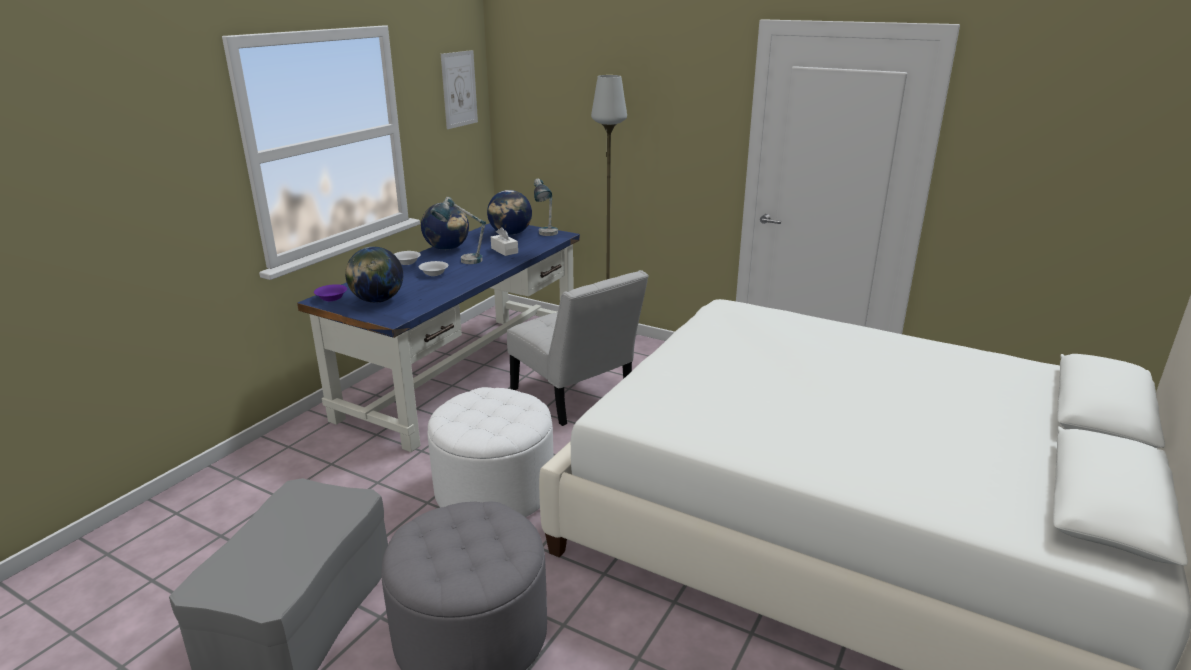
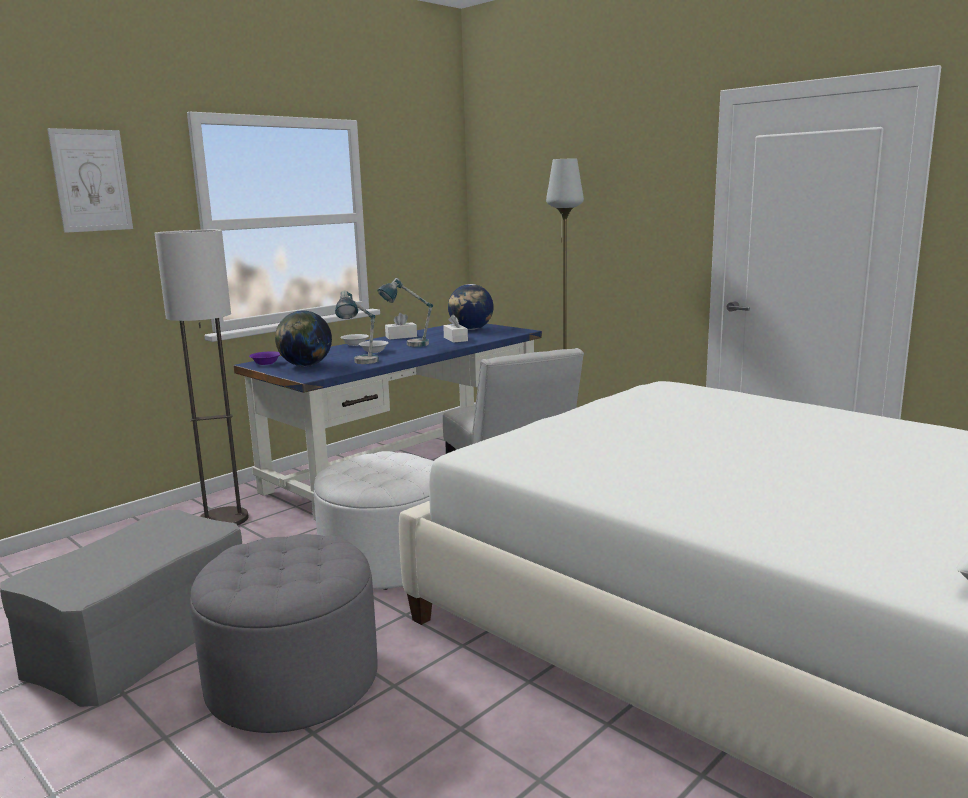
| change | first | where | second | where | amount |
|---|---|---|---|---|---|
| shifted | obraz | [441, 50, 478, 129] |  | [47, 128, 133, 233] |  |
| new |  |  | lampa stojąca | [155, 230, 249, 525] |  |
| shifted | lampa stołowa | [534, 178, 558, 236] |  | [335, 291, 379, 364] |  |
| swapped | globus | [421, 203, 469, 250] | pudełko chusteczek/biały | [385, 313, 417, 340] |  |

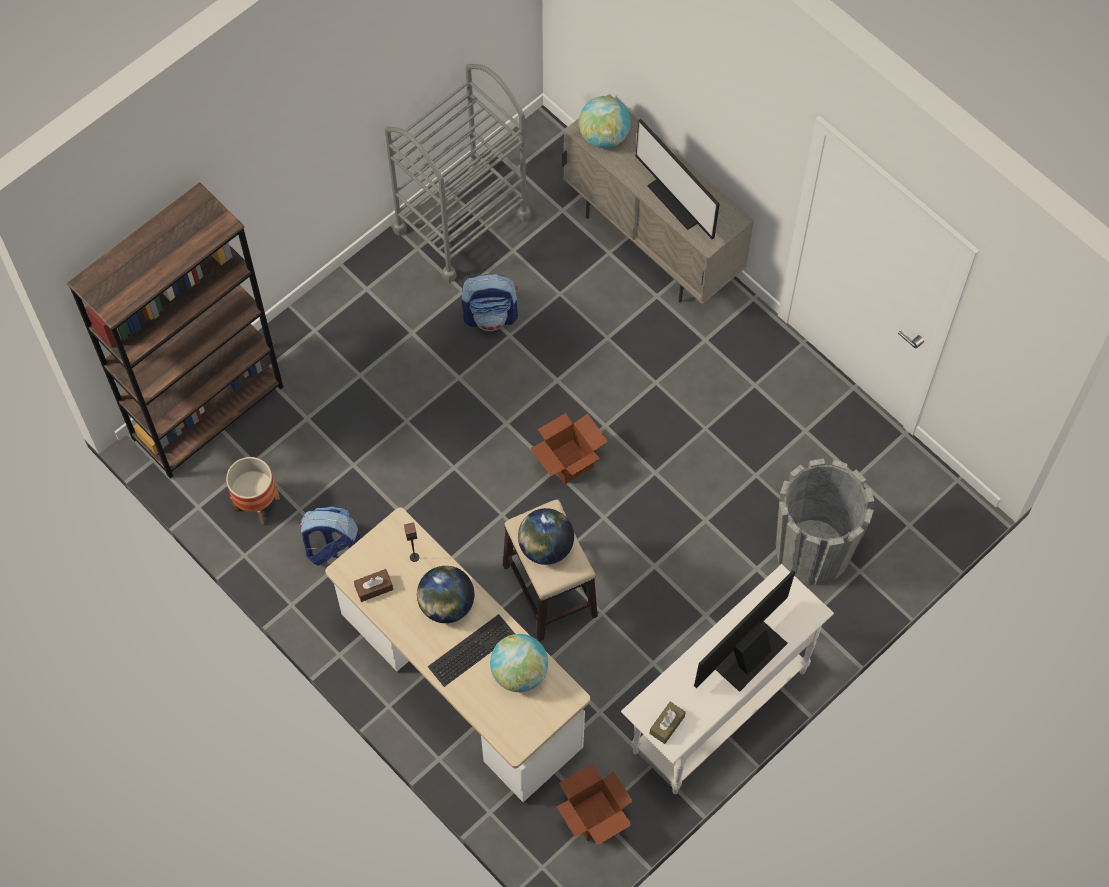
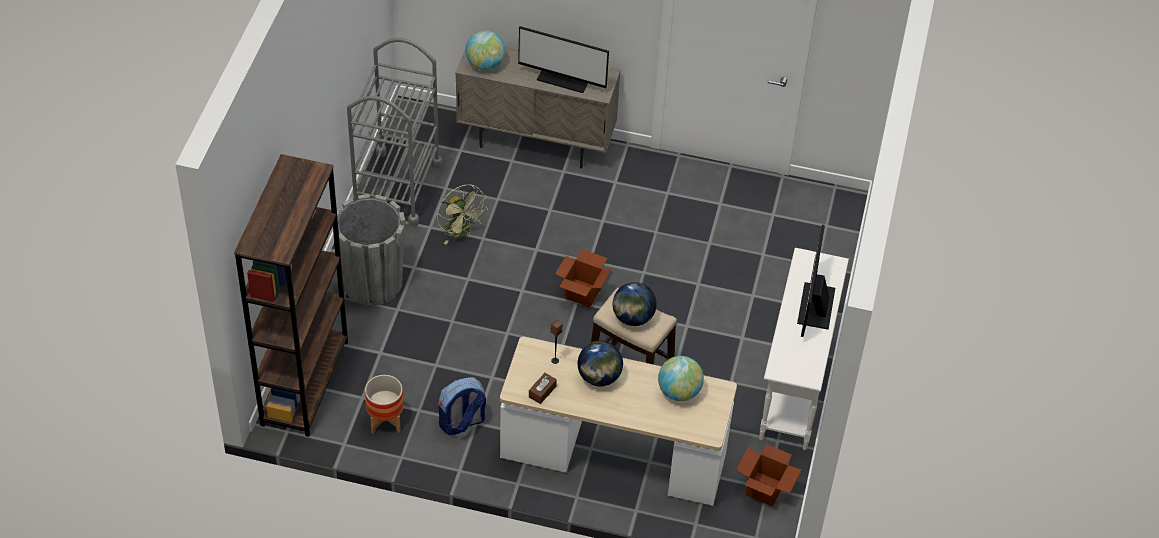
| change | first | where | second | where | amount |
|---|---|---|---|---|---|
| shifted | donica/szary | [776, 458, 874, 585] |  | [337, 194, 405, 306] |  |
| swapped | plecak | [462, 274, 518, 331] | wentylator/zielony | [437, 184, 488, 245] |  |
| gone | klawiatura | [428, 614, 515, 687] |  |  |  |
| gone | pudełko chusteczek/brązowy | [650, 702, 686, 744] |  |  |  |

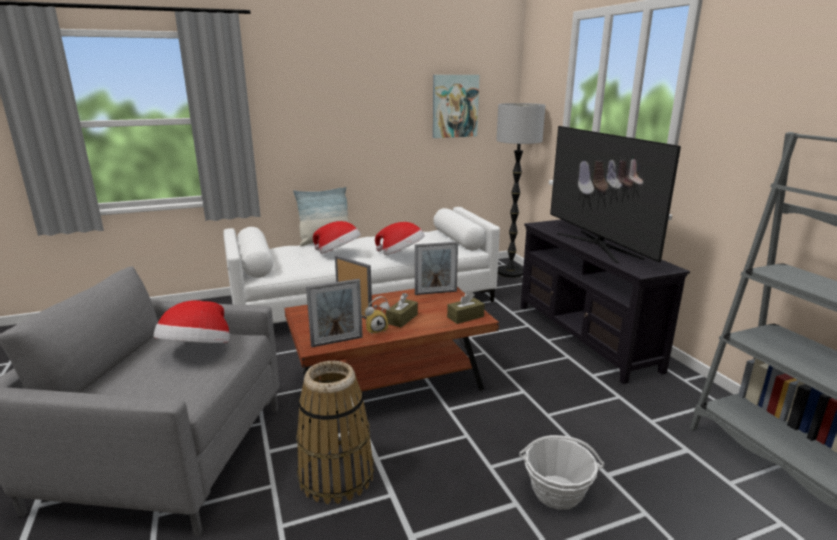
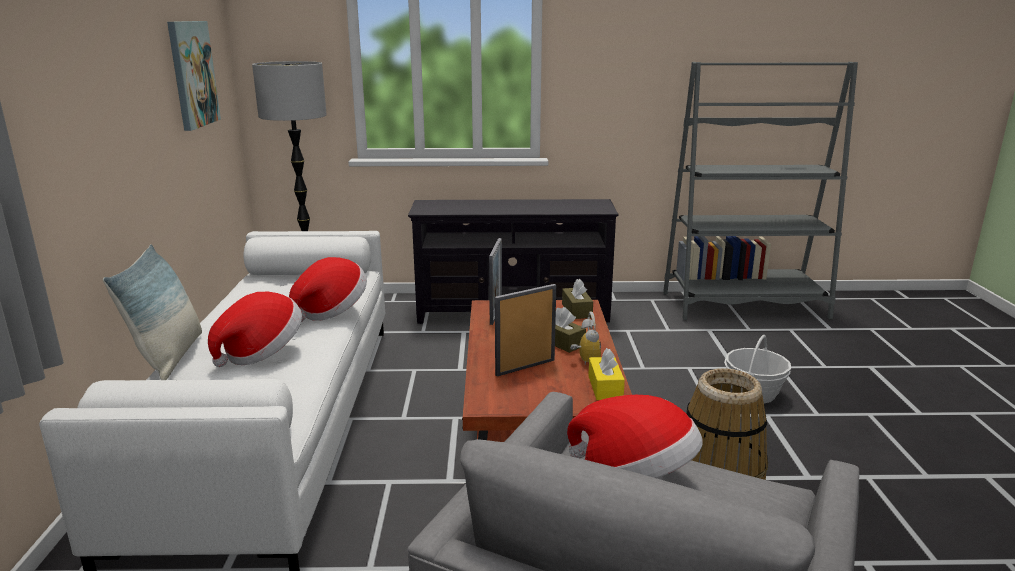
| change | first | where | second | where | amount |
|---|---|---|---|---|---|
| swapped | ramka na zdjęcie | [306, 279, 363, 347] | pudełko chusteczek/żółty | [588, 348, 625, 400] |  |
| gone | telewizor | [550, 126, 681, 263] |  |  |  |

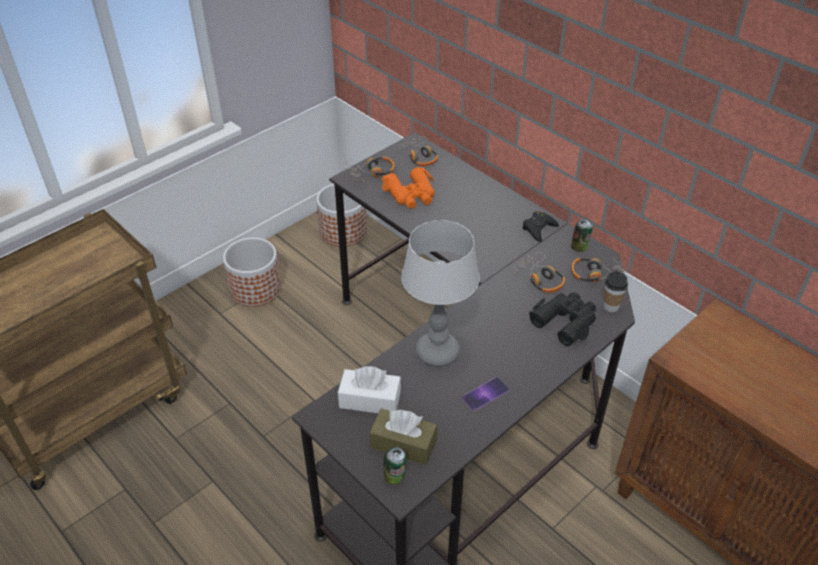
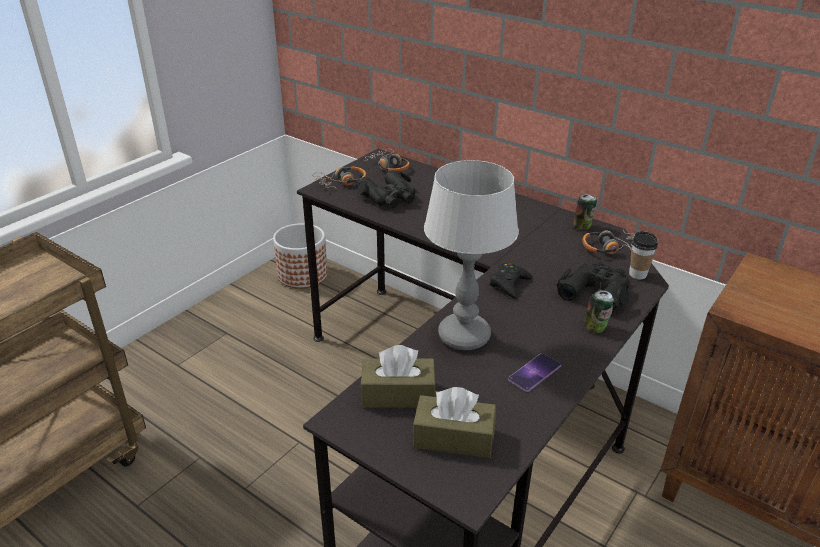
| change | first | where | second | where | amount |
|---|---|---|---|---|---|
| repainted | lornetka/pomarańczowy | [382, 167, 435, 209] | lornetka/czarny | [356, 170, 415, 208] |  |
| repainted | pudełko chusteczek/biały | [338, 366, 401, 413] | pudełko chusteczek/brązowy | [360, 345, 436, 408] |  |
| shifted | pad do gier/czarny | [522, 211, 559, 242] |  | [490, 263, 533, 299] |  |
| shifted | puszka | [383, 447, 406, 485] |  | [584, 290, 614, 333] |  |
| gone | donica | [223, 237, 281, 307] |  |  |  |
| gone | słuchawki | [513, 252, 565, 293] |  |  |  |

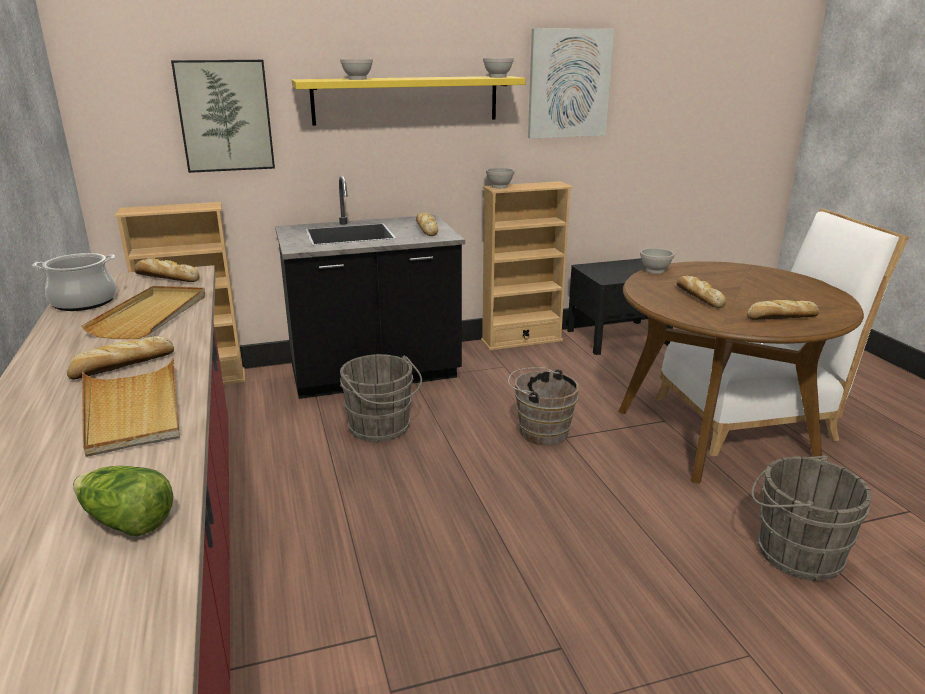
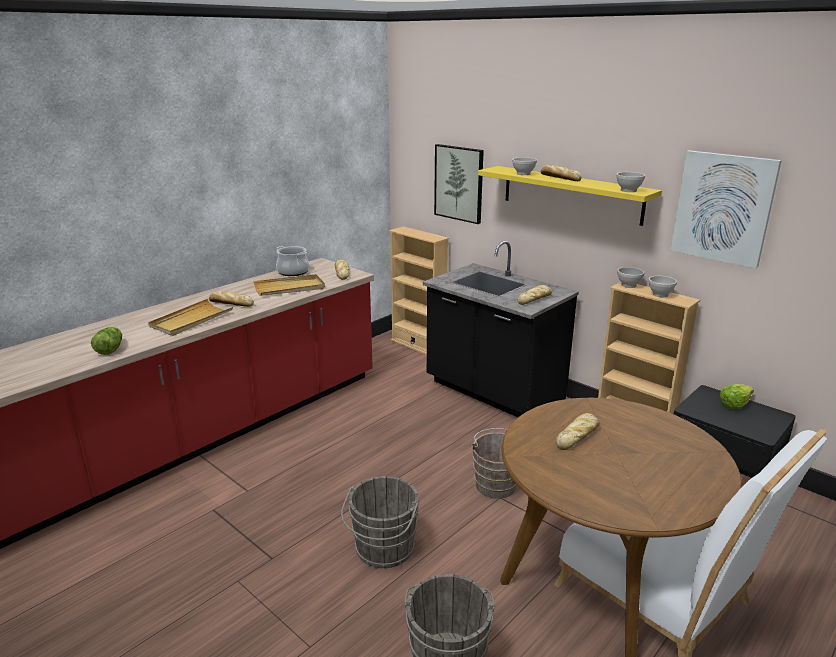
| change | first | where | second | where | amount |
|---|---|---|---|---|---|
| shifted | wiadro/szary | [340, 354, 422, 442] |  | [341, 476, 419, 568] |  |
| shifted | chleb | [747, 300, 819, 320] |  | [541, 165, 582, 181] |  |
| shifted | miska/biały | [640, 248, 674, 274] |  | [648, 276, 677, 297] |  |
| new |  |  | sałata | [720, 384, 754, 409] |  |

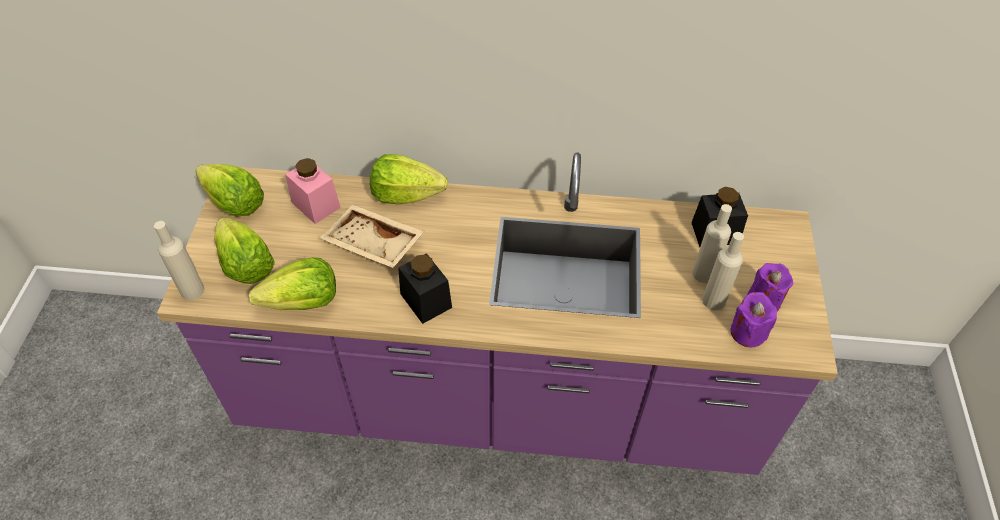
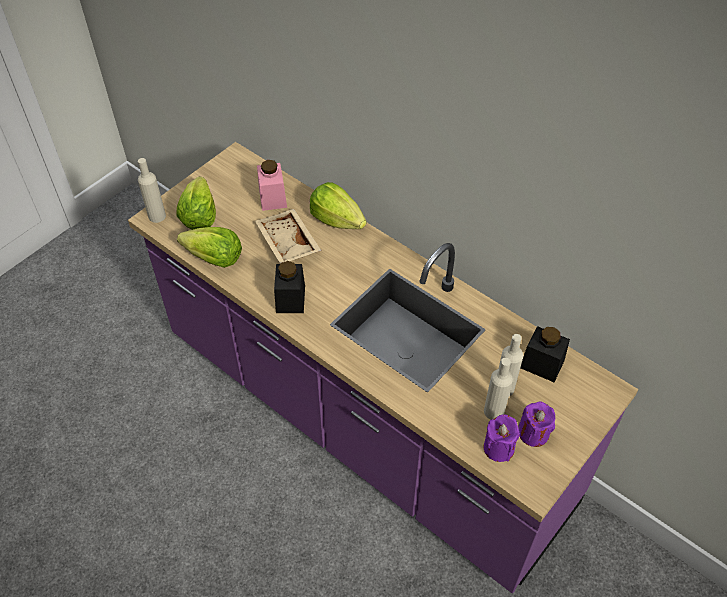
| change | first | where | second | where | amount |
|---|---|---|---|---|---|
| gone | sałata | [195, 164, 264, 217] |  |  |  |

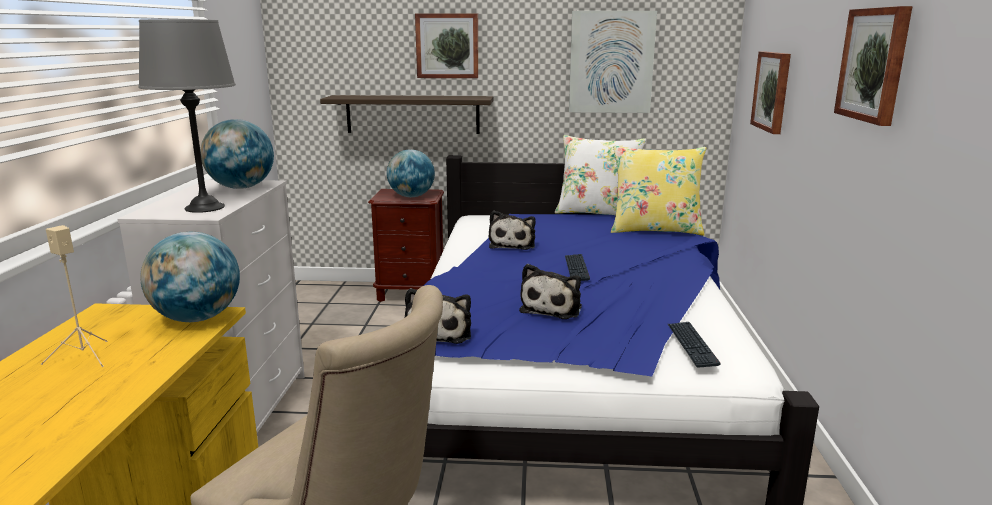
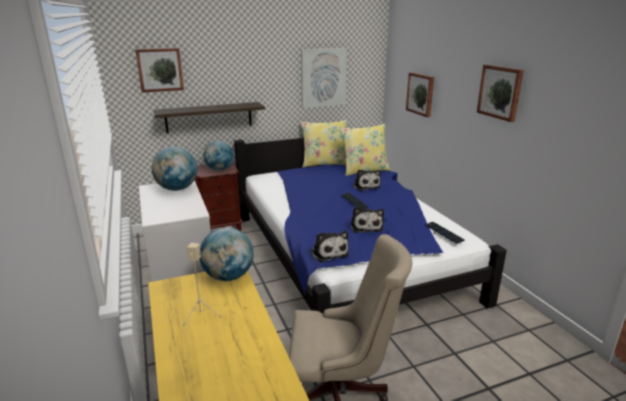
| change | first | where | second | where | amount |
|---|---|---|---|---|---|
| shifted | obraz | [415, 13, 478, 78] |  | [135, 48, 184, 93] |  |
| repainted | poduszka/biały | [555, 135, 646, 215] | poduszka/żółty | [300, 120, 347, 167] |  |
| shifted | pluszak | [489, 211, 536, 250] |  | [353, 170, 381, 191] |  |
| gone | lampa stołowa/szary | [138, 19, 236, 213] |  |  |  |

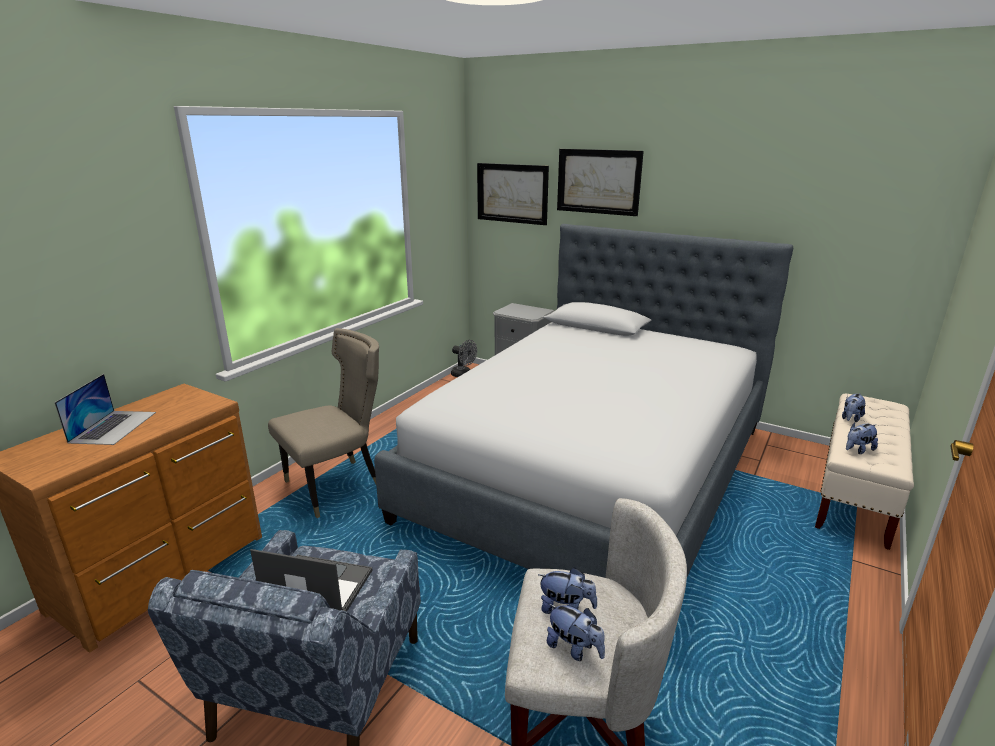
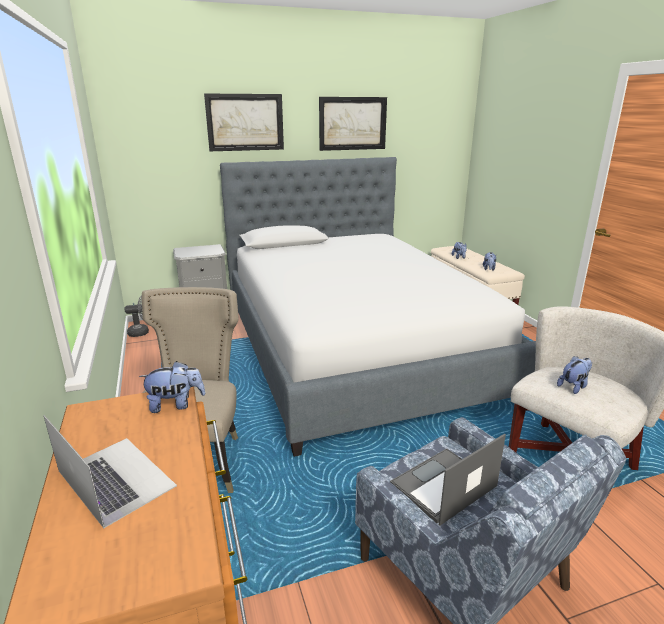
| change | first | where | second | where | amount |
|---|---|---|---|---|---|
| shifted | pluszak | [547, 604, 605, 661] |  | [139, 361, 206, 413] |  |
| shifted | obraz | [477, 163, 549, 225] |  | [319, 97, 387, 151] |  |

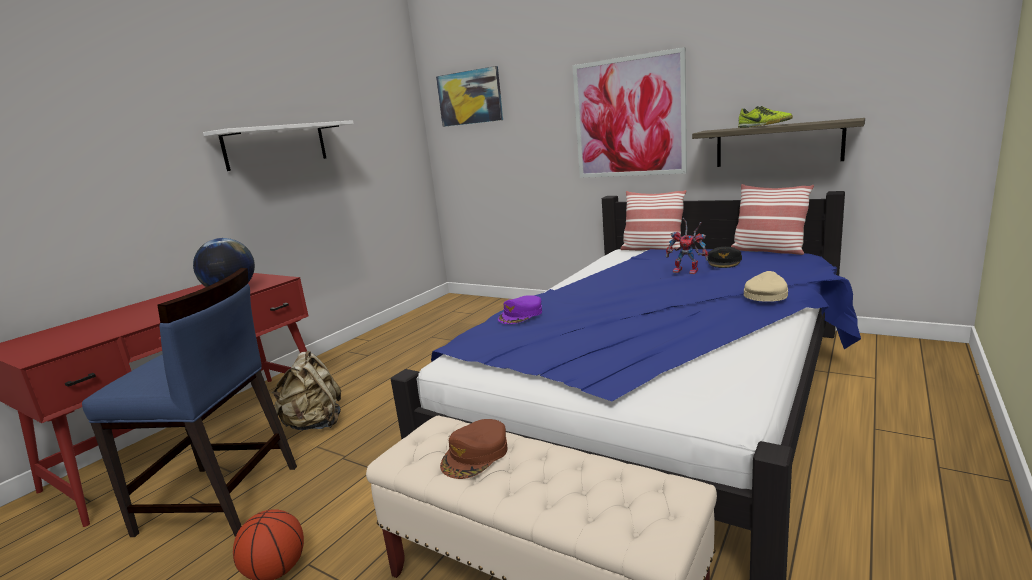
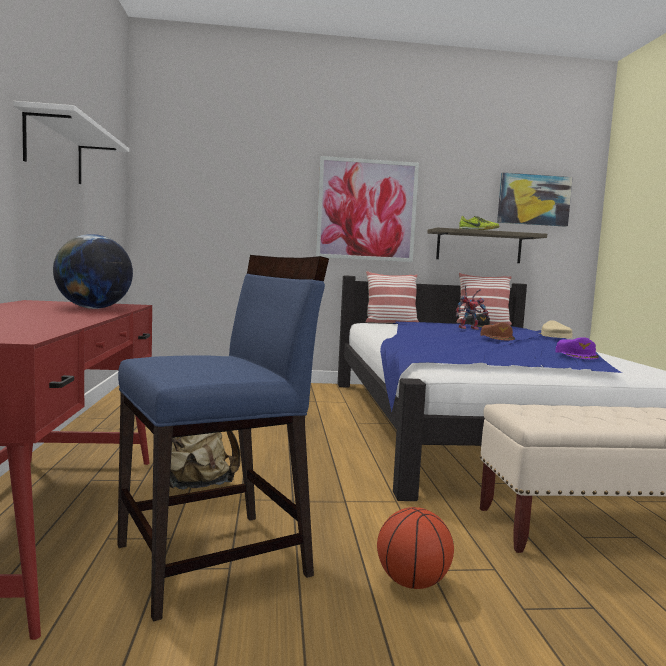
| change | first | where | second | where | amount |
|---|---|---|---|---|---|
| shifted | czapka z daszkiem/brązowy | [440, 419, 508, 479] |  | [480, 323, 515, 340] |  |
| shifted | obraz | [436, 66, 503, 127] |  | [497, 173, 573, 227] |  |
| shifted | czapka z daszkiem/fioletowy | [498, 295, 542, 324] |  | [555, 337, 599, 359] |  |

